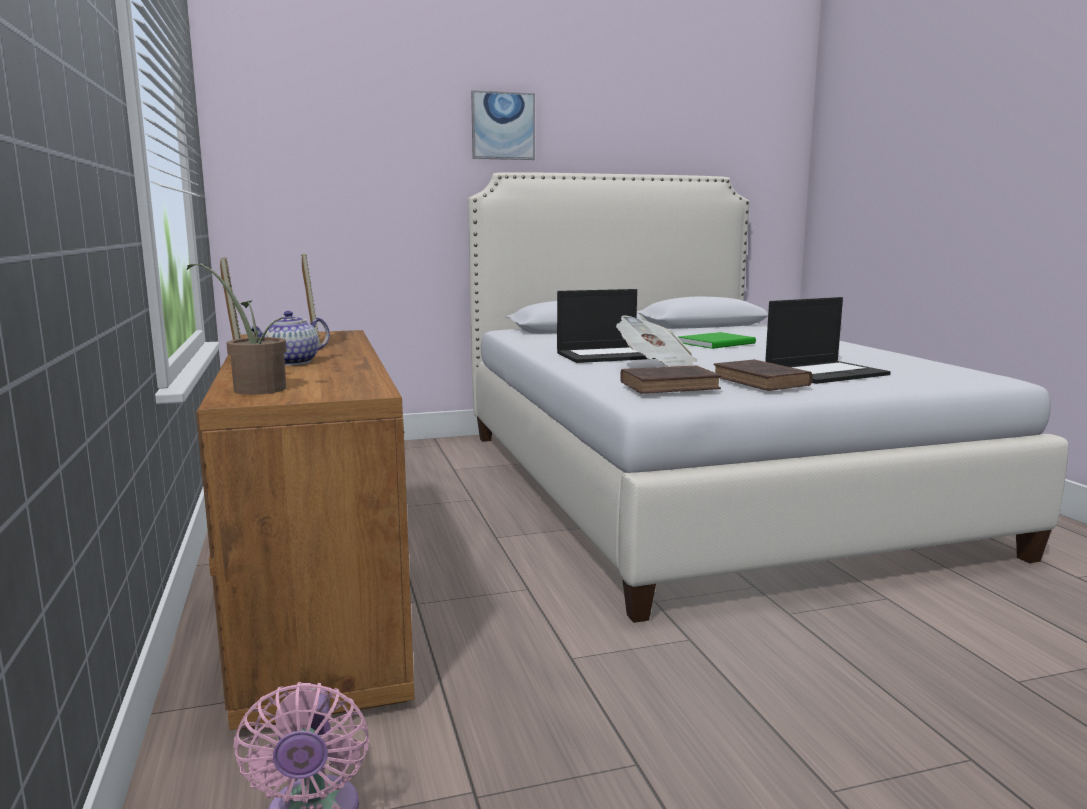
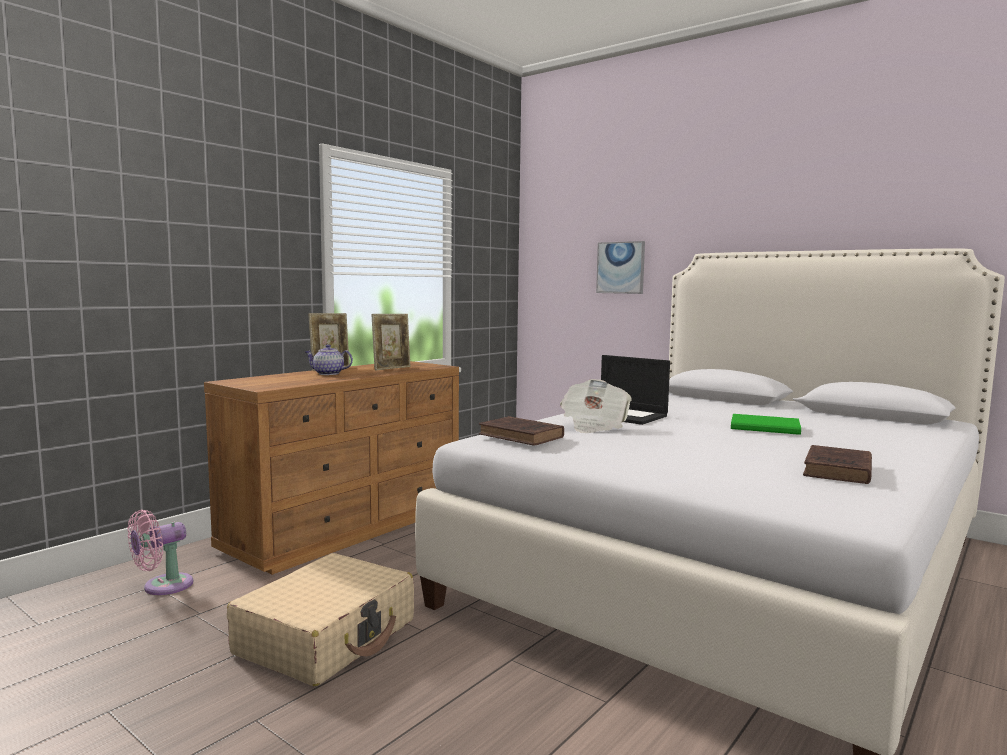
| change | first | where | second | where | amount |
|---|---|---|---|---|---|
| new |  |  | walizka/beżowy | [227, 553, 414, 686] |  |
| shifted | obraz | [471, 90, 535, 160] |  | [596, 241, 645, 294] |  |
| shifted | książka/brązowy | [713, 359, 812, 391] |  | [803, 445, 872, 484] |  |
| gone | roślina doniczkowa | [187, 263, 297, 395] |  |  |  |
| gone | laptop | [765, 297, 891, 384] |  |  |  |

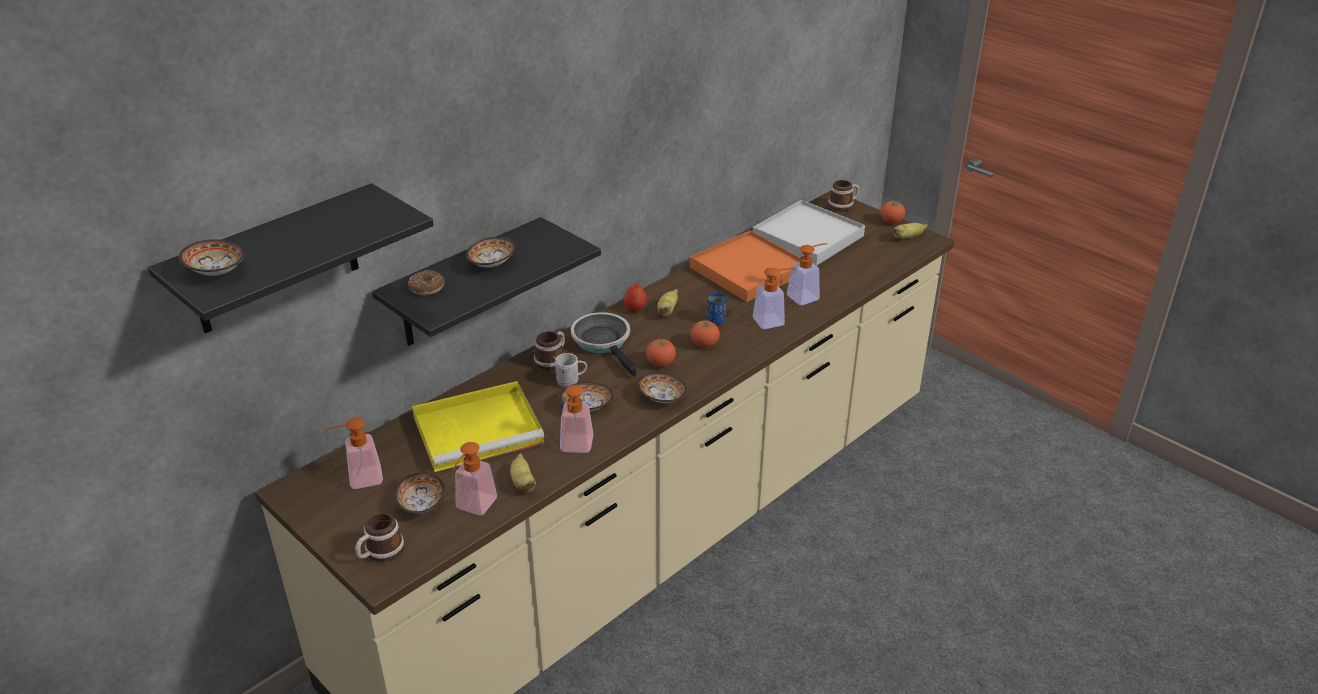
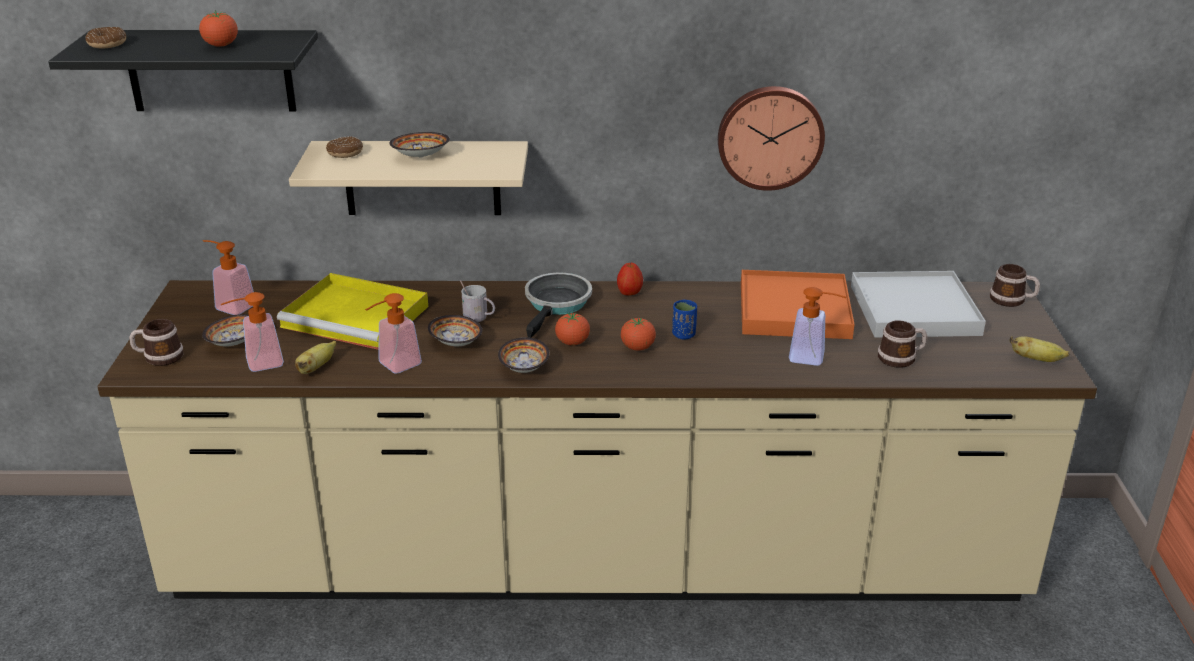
| change | first | where | second | where | amount |
|---|---|---|---|---|---|
| swapped | miska | [179, 239, 245, 276] | donut | [85, 27, 126, 48] |  |
| shifted | pomidor | [880, 200, 905, 224] |  | [199, 10, 238, 46] |  |
| repainted | półka/czarny | [372, 217, 601, 346] | półka/beżowy | [289, 141, 528, 215] |  |
| new |  |  | zegar ścienny | [718, 86, 825, 191] |  |
| shifted | kubek | [534, 331, 565, 371] |  | [878, 320, 927, 368] |  |
| gone | banan | [657, 289, 678, 317] |  |  |  |
| gone | dozownik mydła | [753, 268, 795, 329] |  |  |  |

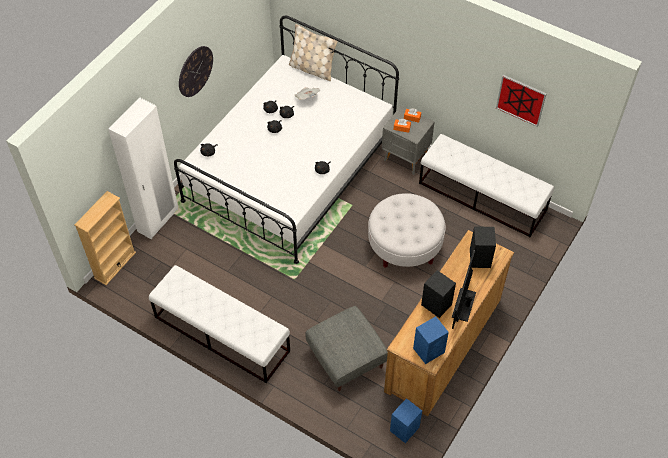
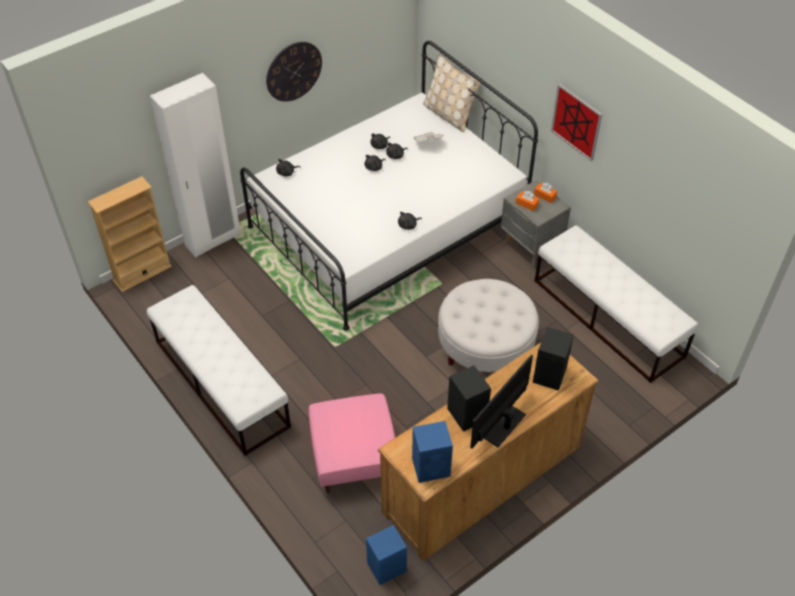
| change | first | where | second | where | amount |
|---|---|---|---|---|---|
| repainted | pufa/szary | [305, 306, 388, 391] | pufa/różowy | [309, 394, 395, 494] |  |
| shifted | obraz | [496, 75, 547, 127] |  | [551, 84, 602, 161] |  |

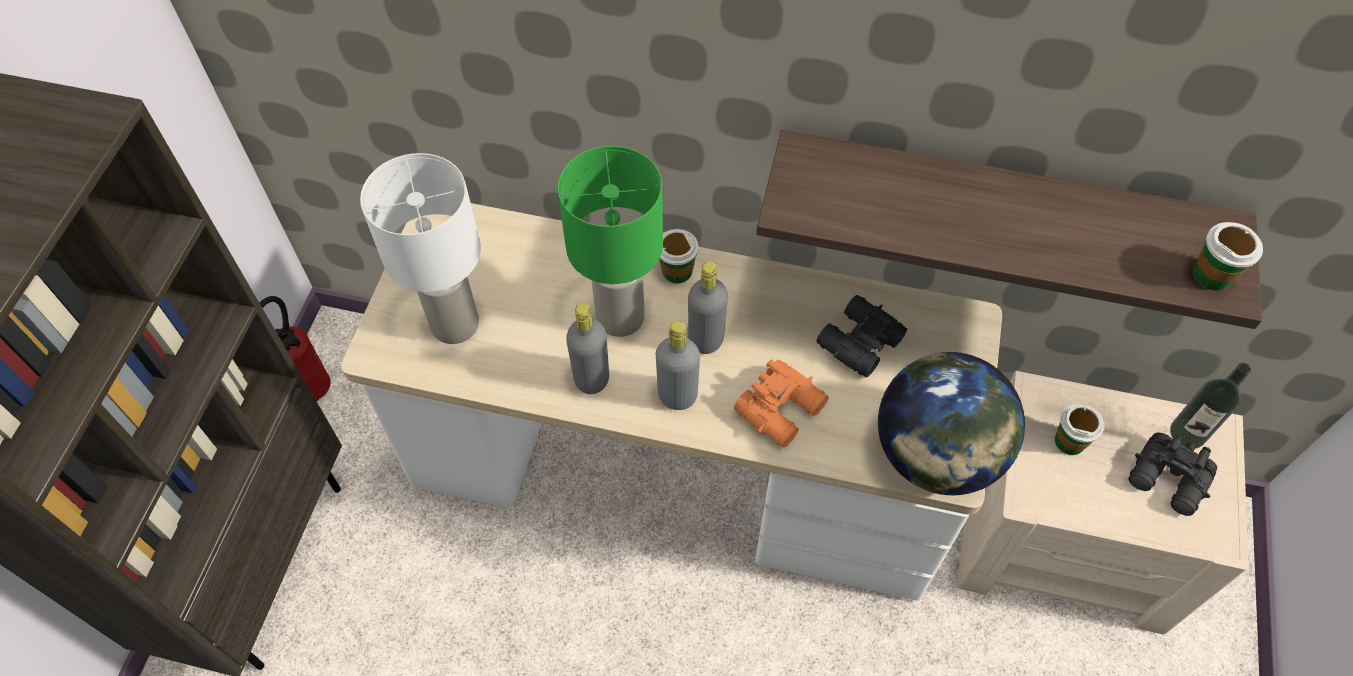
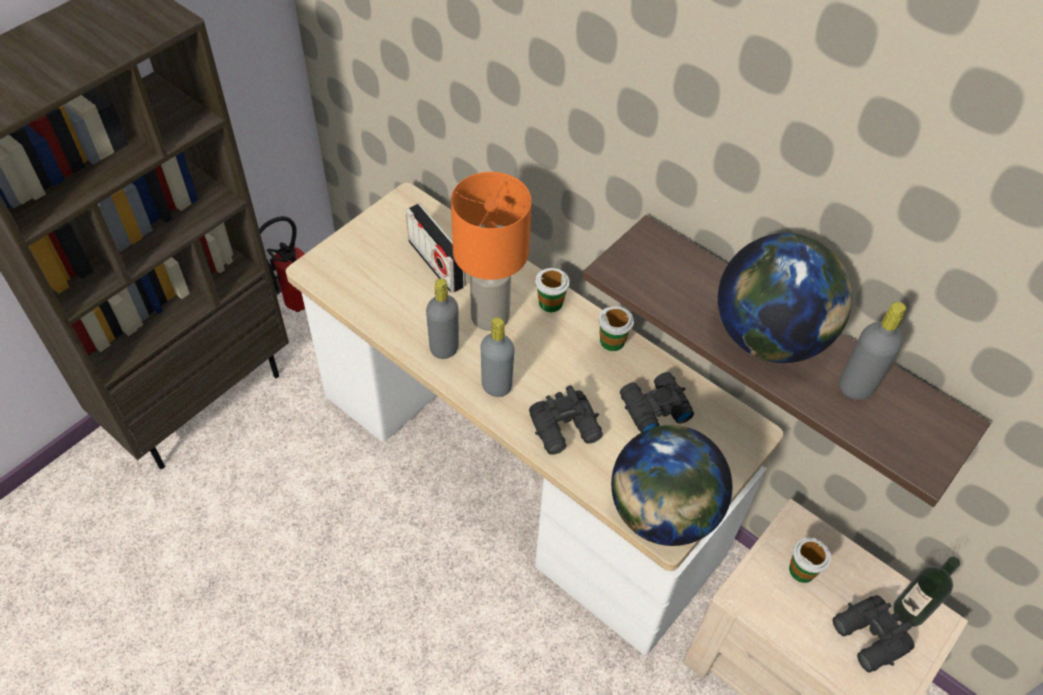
| change | first | where | second | where | amount |
|---|---|---|---|---|---|
| new |  |  | radio | [406, 204, 466, 293] |  |
| repainted | lampa stołowa/zielony | [558, 146, 663, 337] | lampa stołowa/pomarańczowy | [451, 172, 532, 331] |  |
| repainted | lornetka/pomarańczowy | [734, 359, 829, 448] | lornetka/czarny | [529, 385, 603, 455] |  |
| shifted | filiżanka | [1193, 222, 1263, 291] |  | [598, 306, 634, 351] |  |
| new |  |  | globus | [718, 233, 852, 363] |  |
| shifted | butelka/szary | [688, 261, 728, 354] |  | [839, 302, 906, 400] |  |
| gone | lampa stołowa/biały | [360, 153, 481, 344] |  |  |  |

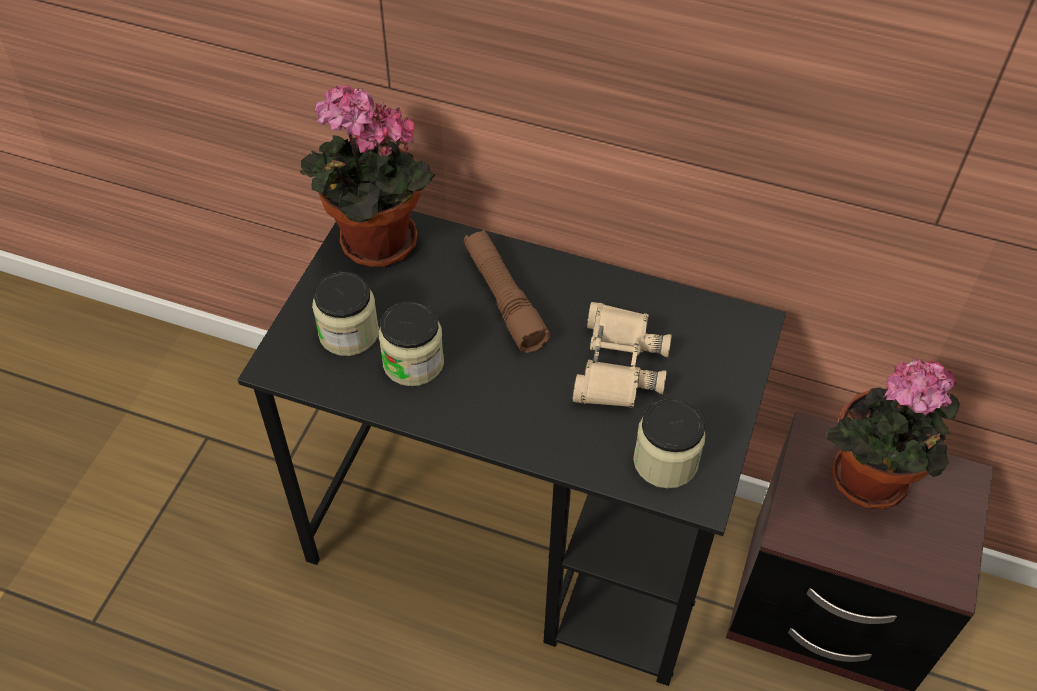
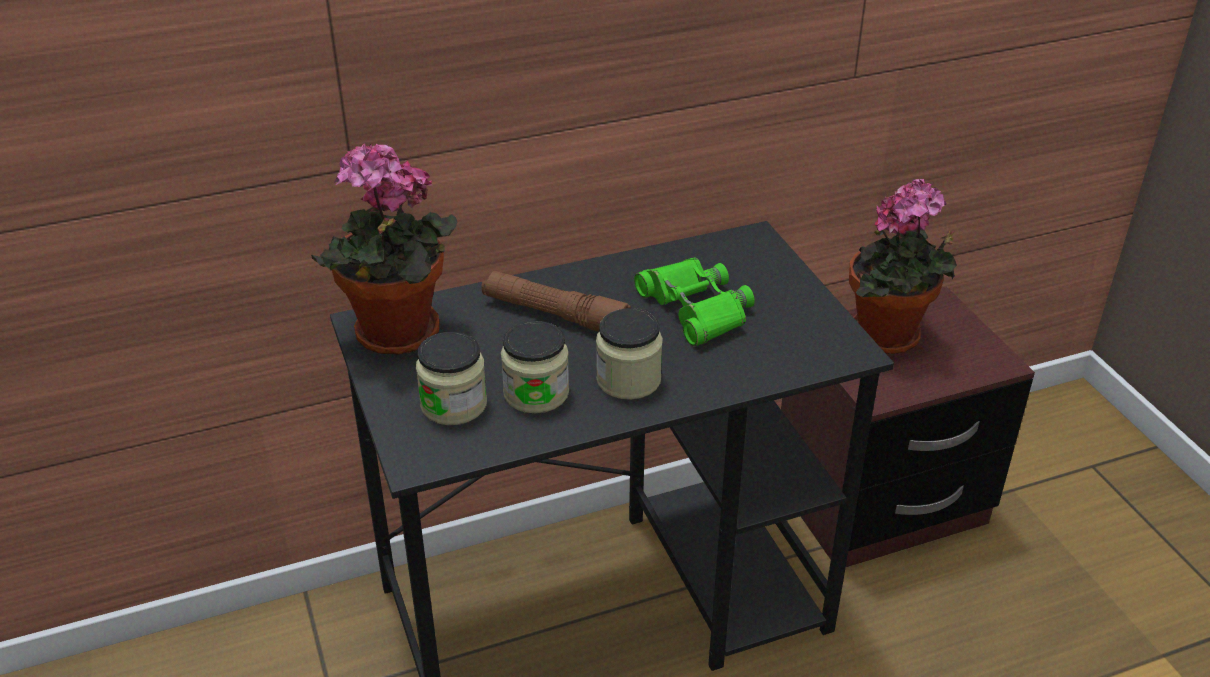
| change | first | where | second | where | amount |
|---|---|---|---|---|---|
| shifted | słoik | [633, 399, 706, 488] |  | [596, 308, 663, 400] |  |
| repainted | lornetka/beżowy | [572, 302, 672, 408] | lornetka/zielony | [634, 258, 754, 346] |  |

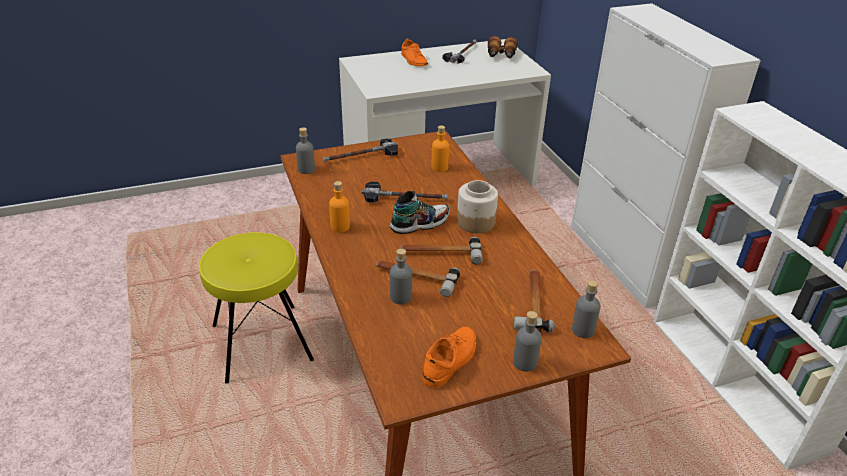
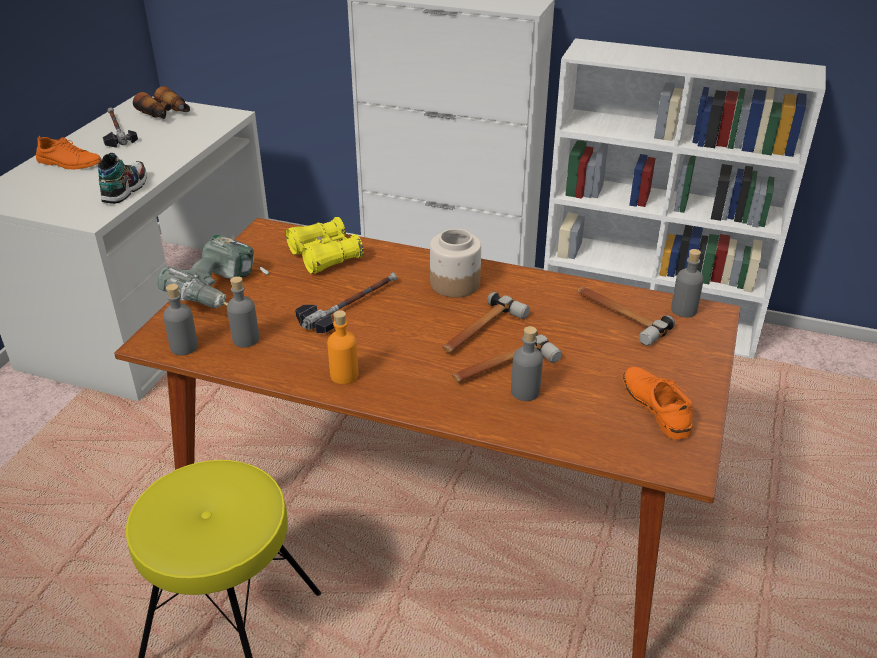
| change | first | where | second | where | amount |
|---|---|---|---|---|---|
| shifted | but | [390, 191, 450, 234] |  | [98, 153, 147, 204] |  |
| swapped | młotek | [323, 138, 398, 163] | wiertarka | [157, 235, 269, 308] |  |
| shifted | butelka/szary | [513, 311, 542, 372] |  | [227, 276, 259, 347] |  |
| swapped | butelka/pomarańczowy | [431, 125, 449, 172] | lornetka/żółty | [286, 217, 364, 274] |  |

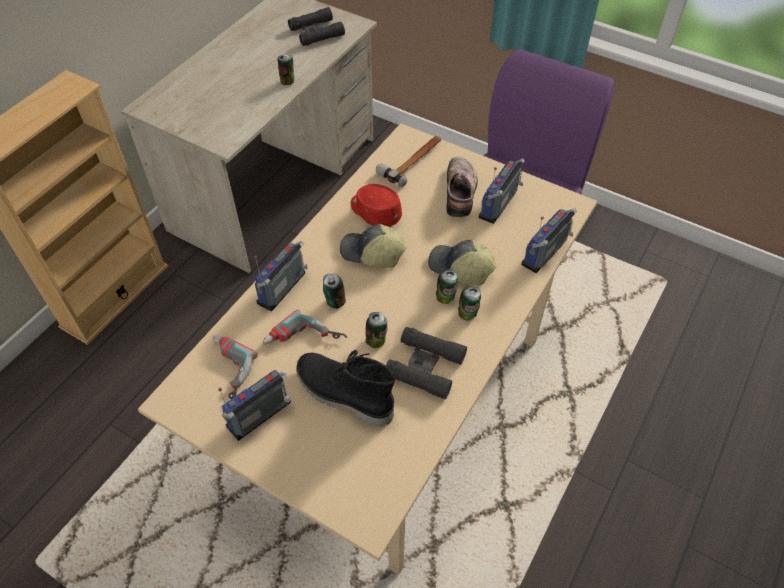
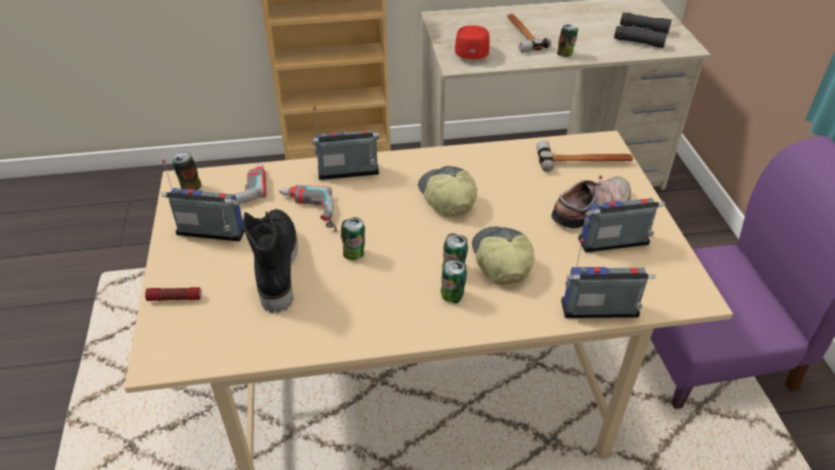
| change | first | where | second | where | amount |
|---|---|---|---|---|---|
| new |  |  | latarka | [145, 287, 202, 301] |  |
| shifted | puszka | [323, 274, 346, 309] |  | [173, 152, 201, 190] |  |
| shifted | czapka z daszkiem/czerwony | [351, 184, 402, 227] |  | [455, 25, 490, 59] |  |
| new |  |  | młotek | [507, 14, 551, 52] |  |
| gone | lornetka/czarny | [386, 327, 467, 399] |  |  |  |

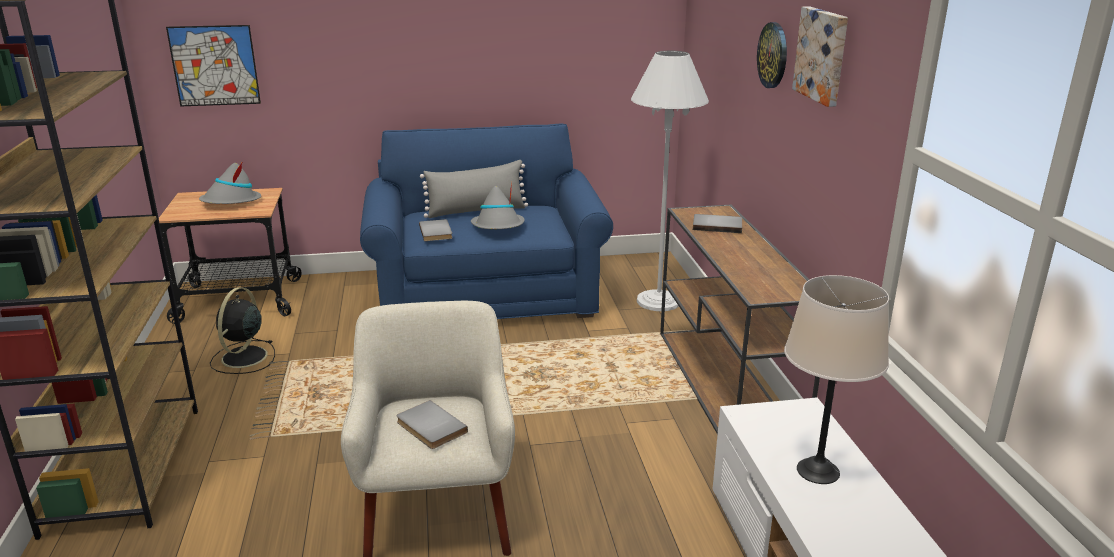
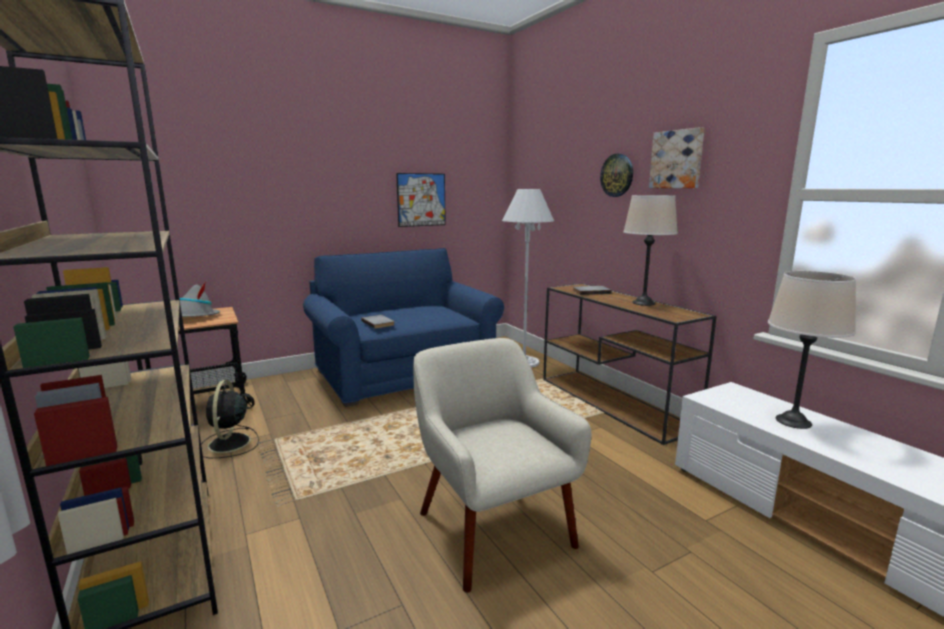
| change | first | where | second | where | amount |
|---|---|---|---|---|---|
| shifted | obraz | [166, 25, 261, 107] |  | [396, 173, 446, 227] |  |
| new |  |  | lampa stołowa/beżowy | [623, 195, 678, 306] |  |
| gone | książka/szary | [396, 400, 468, 449] |  |  |  |
| gone | poduszka/szary | [420, 160, 528, 218] |  |  |  |
| gone | kapelusz/szary | [471, 181, 524, 229] |  |  |  |

